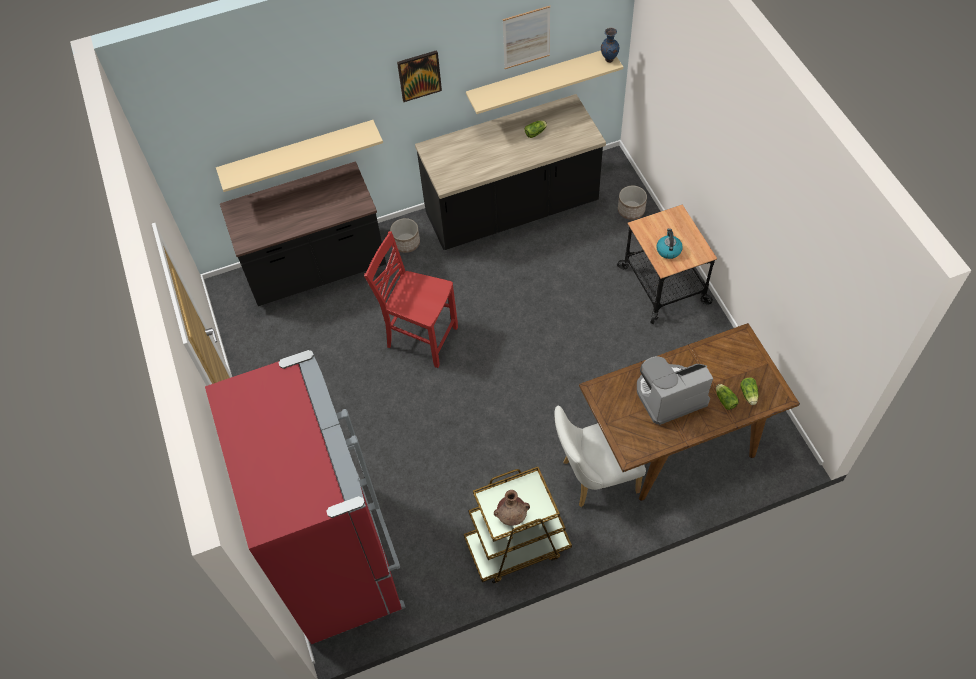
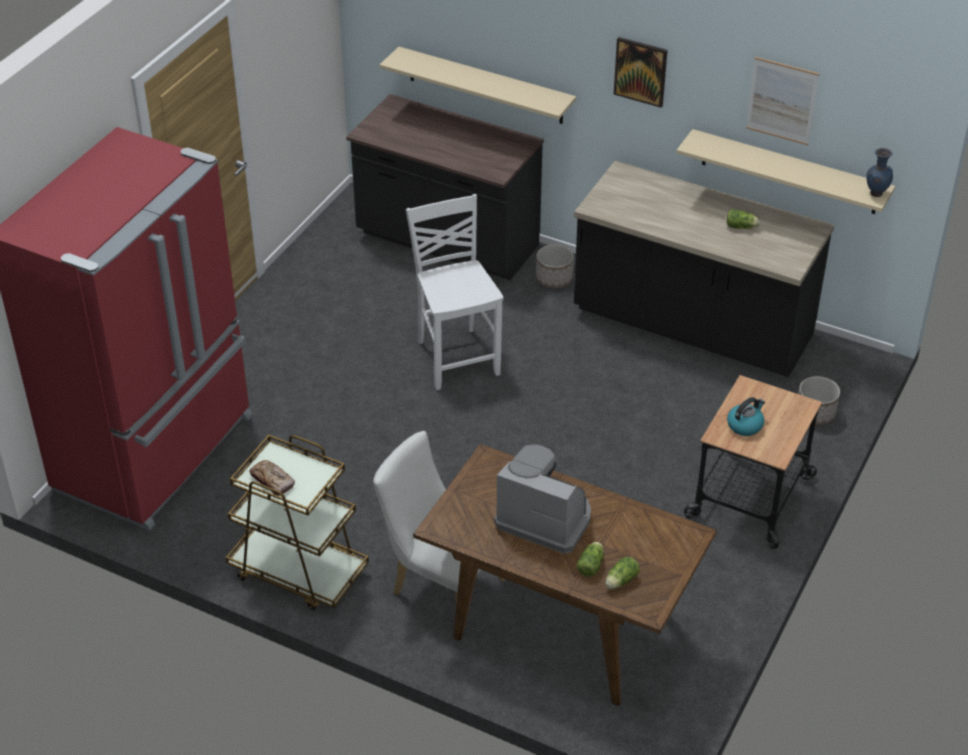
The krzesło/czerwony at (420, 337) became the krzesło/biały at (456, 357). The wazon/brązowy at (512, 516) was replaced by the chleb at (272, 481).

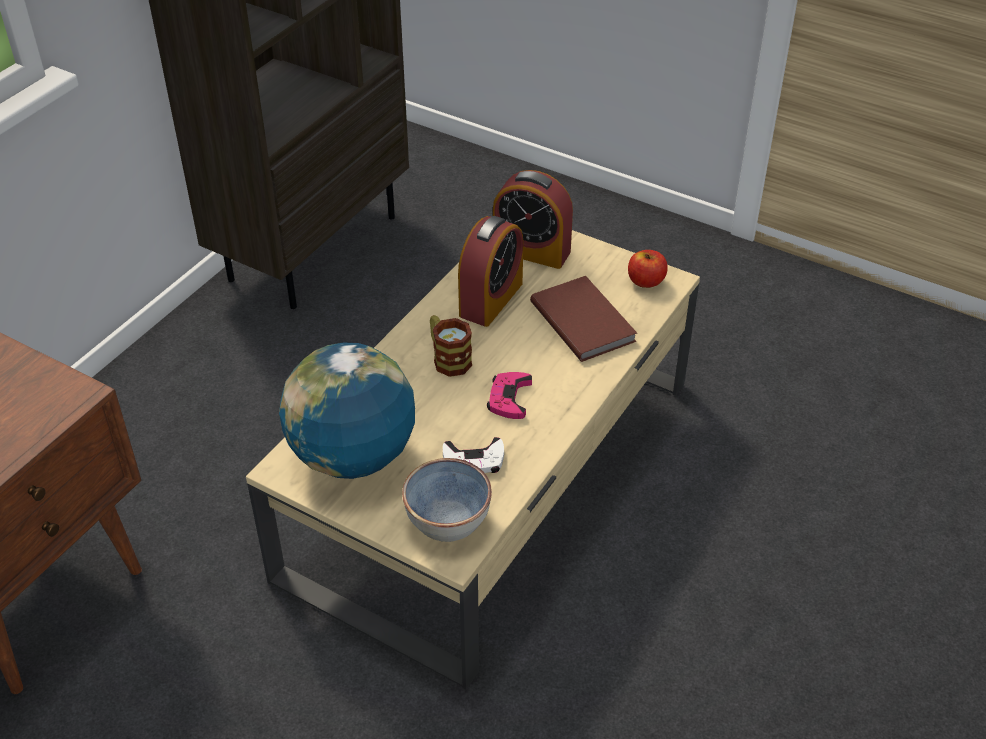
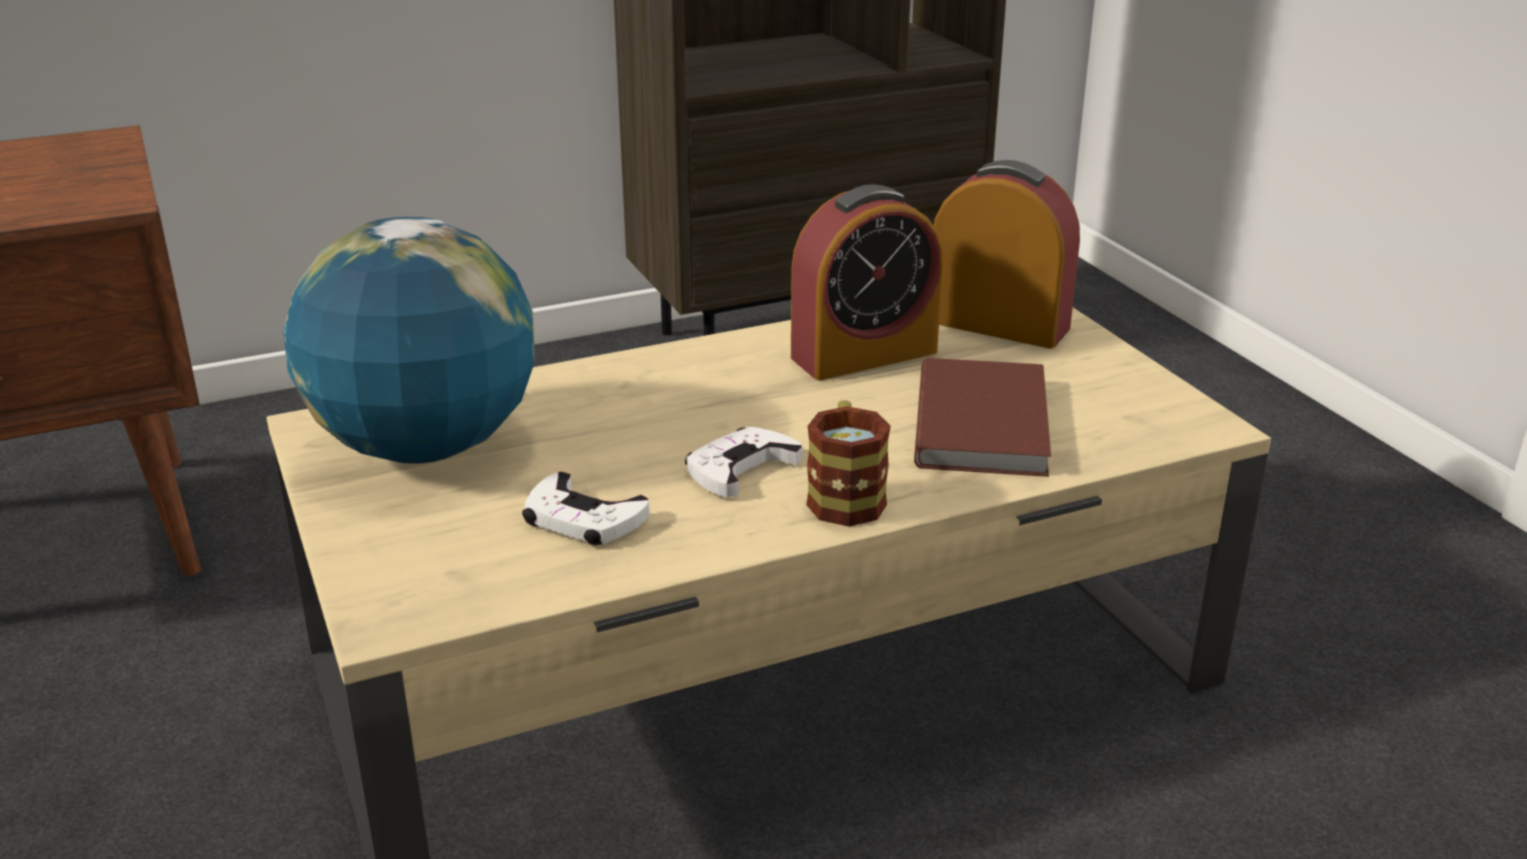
The miska at (447, 521) disappeared. The kubek moved from (448, 358) to (845, 495). The pad do gier/różowy at (509, 398) became the pad do gier/biały at (740, 469). The budzik at (531, 250) turned 150 degrees clockwise. The jabłko at (646, 281) disappeared.

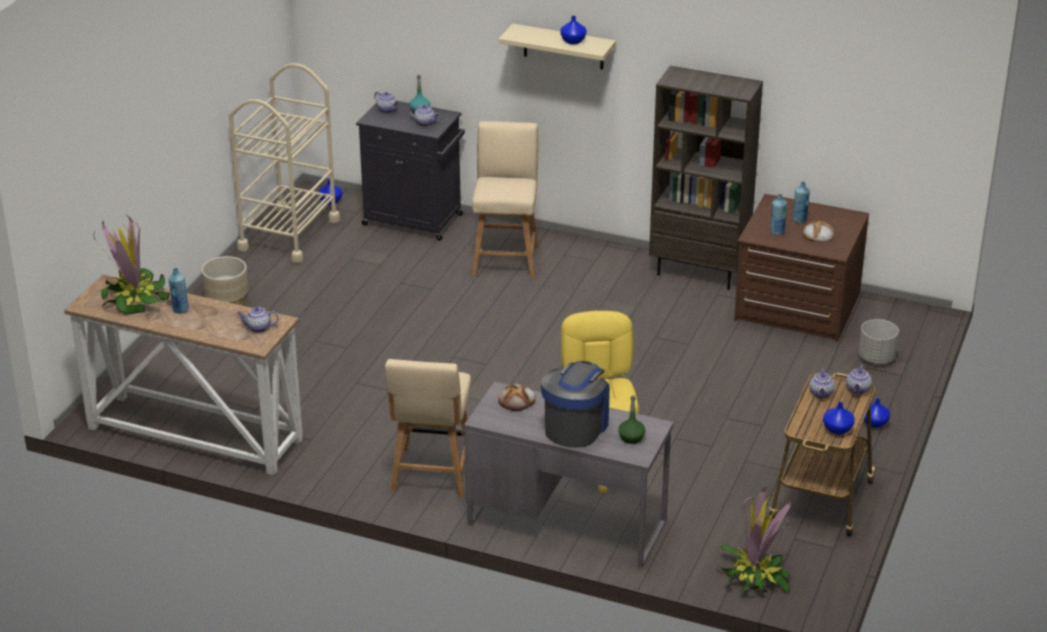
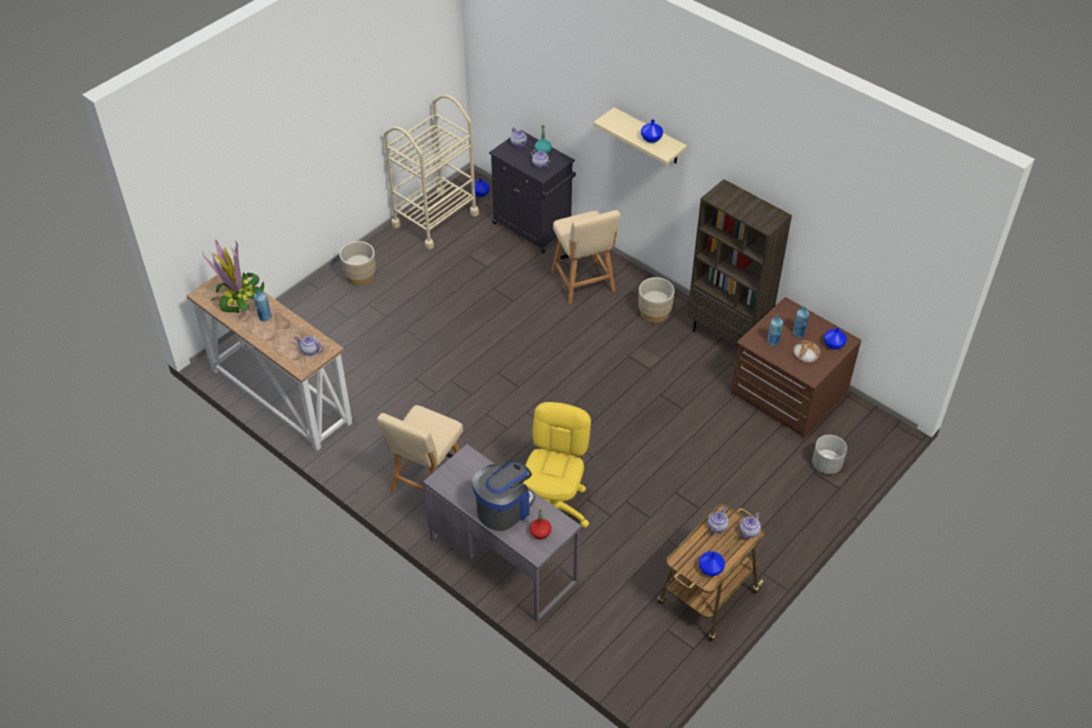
The krzesło/beżowy at (506, 258) turned 135 degrees clockwise. The chleb at (517, 400) disappeared. The butelka/zielony at (631, 438) became the butelka/czerwony at (540, 532). The roślina doniczkowa at (754, 577) disappeared. The wazon/niebieski moved from (875, 423) to (833, 345). The donica/beżowy at (654, 313) appeared.

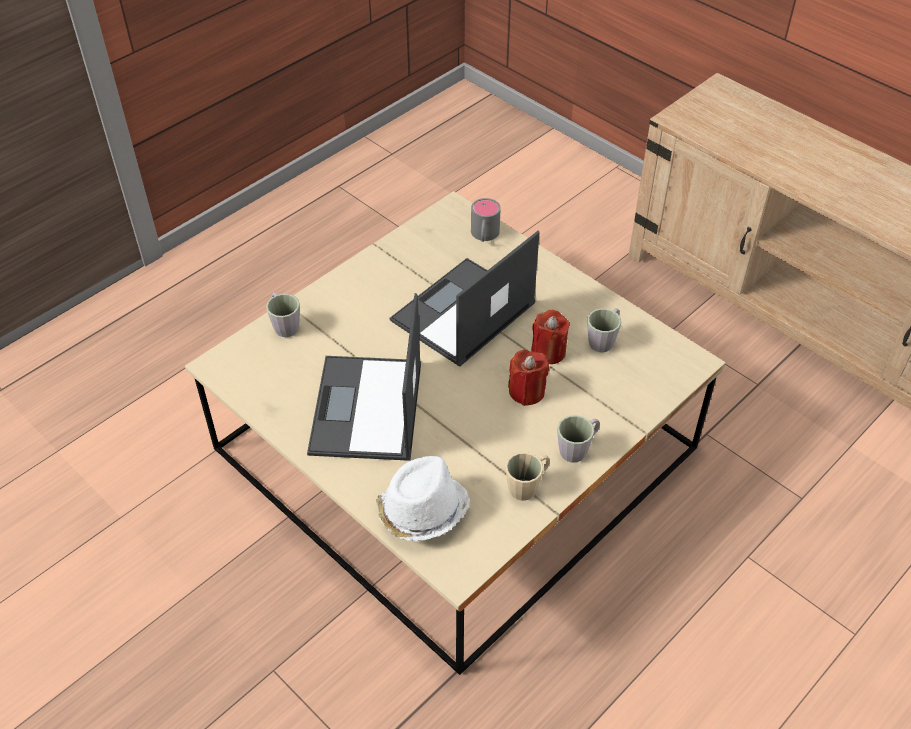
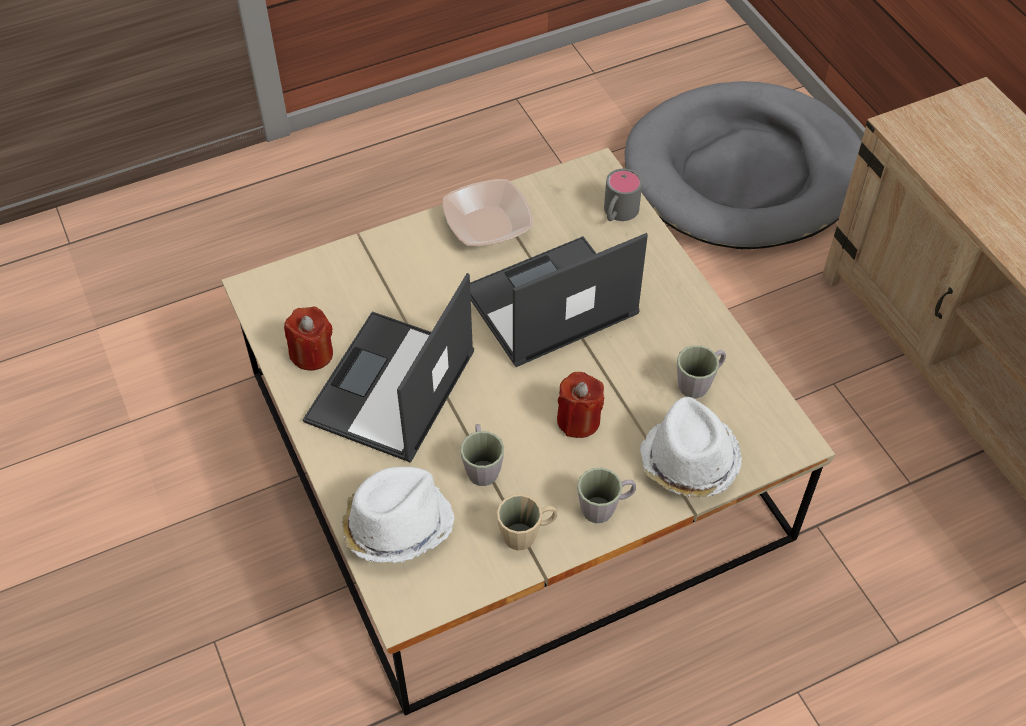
The kubek/szary moved from (284, 324) to (482, 466). The świeca/czerwony moved from (548, 352) to (312, 354). The miska at (488, 225) appeared. The legowisko/szary at (744, 173) appeared. The kapelusz/biały at (688, 461) appeared.

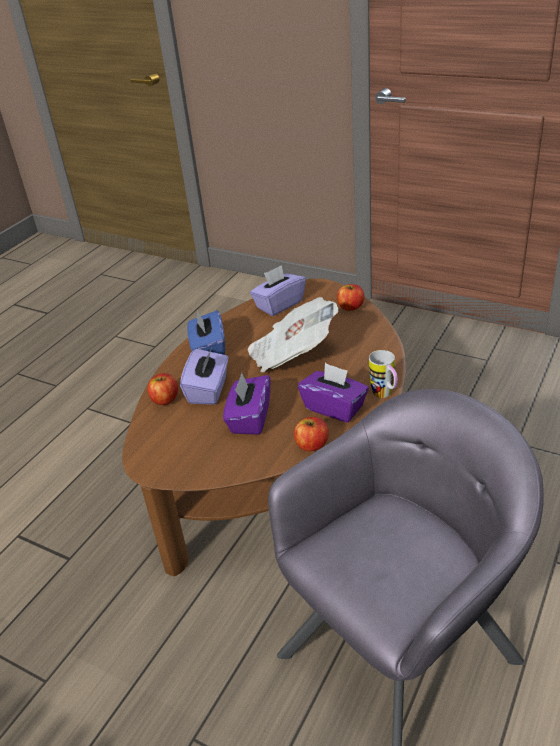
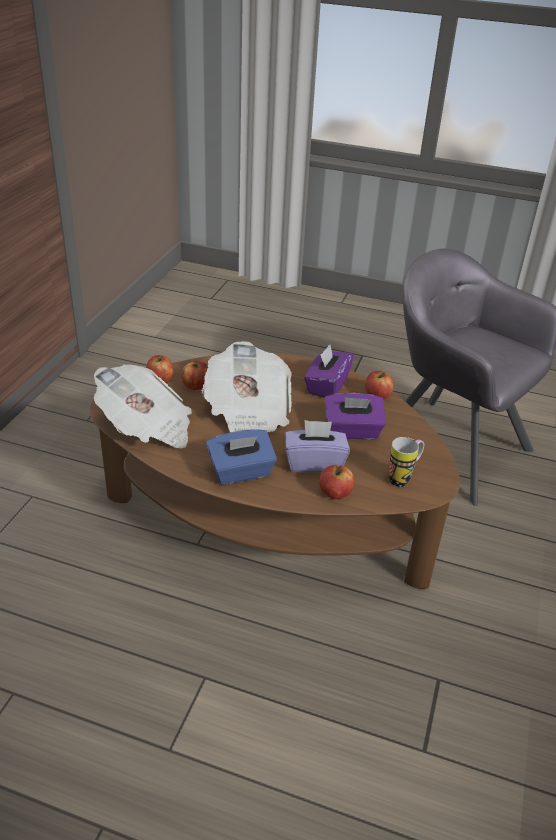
The pudełko chusteczek/fioletowy at (279, 304) was replaced by the gazeta at (147, 427). The kubek moved from (385, 396) to (403, 478). The jabłko at (196, 385) appeared.

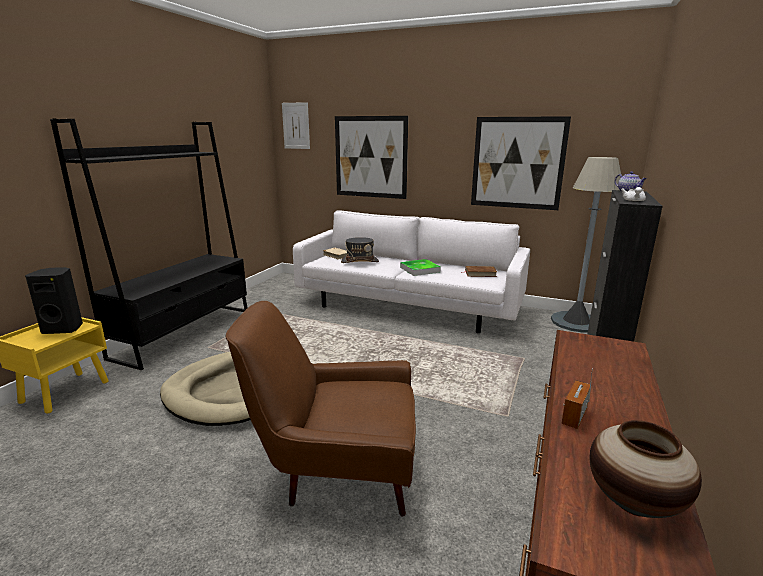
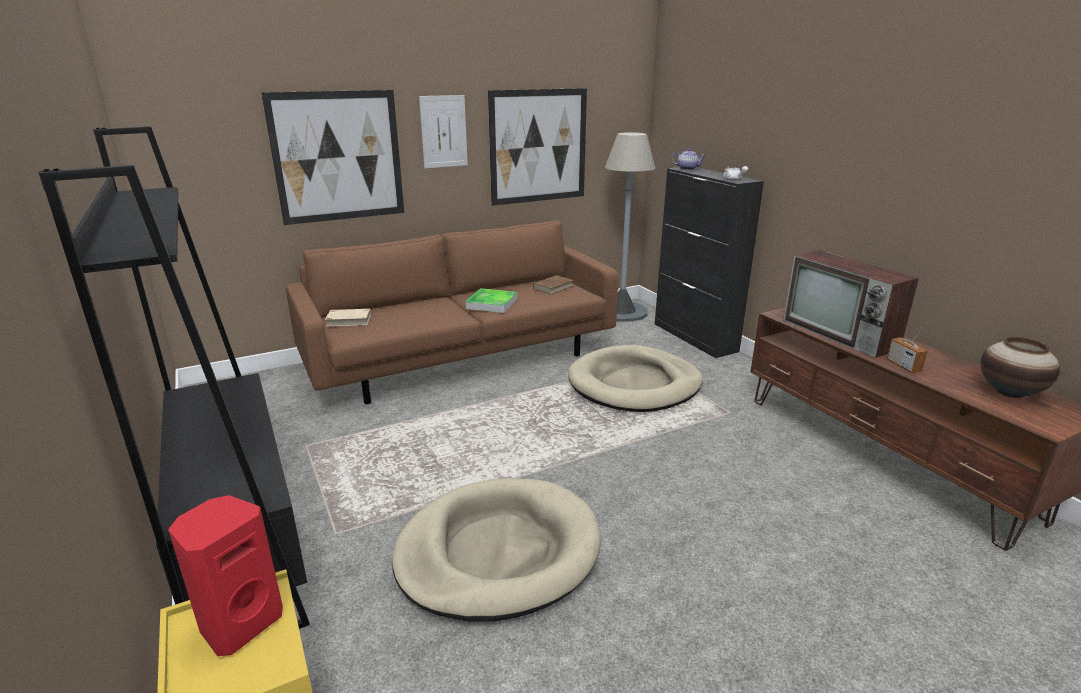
The głośnik/czarny at (64, 329) became the głośnik/czerwony at (240, 623). The fotel/brązowy at (337, 472) disappeared. The obraz moved from (296, 126) to (443, 131). The kanapa/biały at (408, 306) became the kanapa/brązowy at (462, 358). The kapelusz/szary at (360, 261) disappeared. The legowisko/beżowy at (634, 384) appeared. The telewizor at (841, 334) appeared.

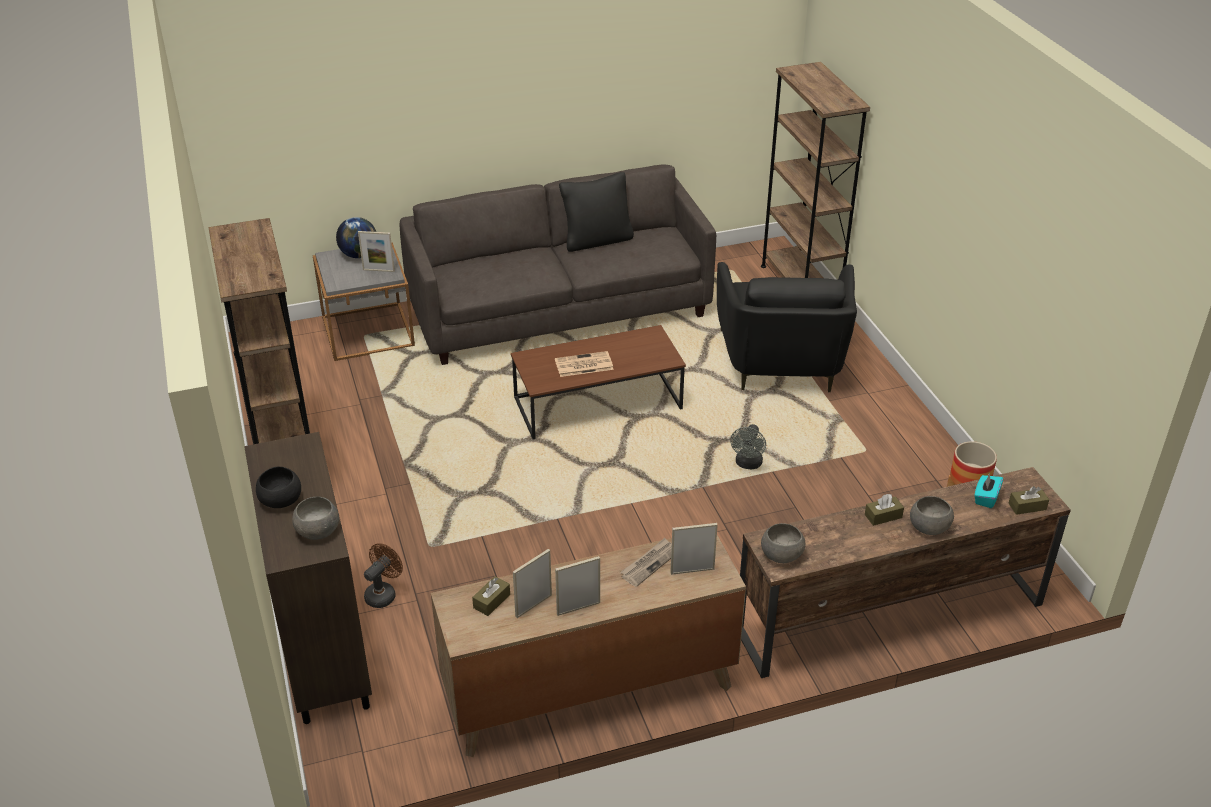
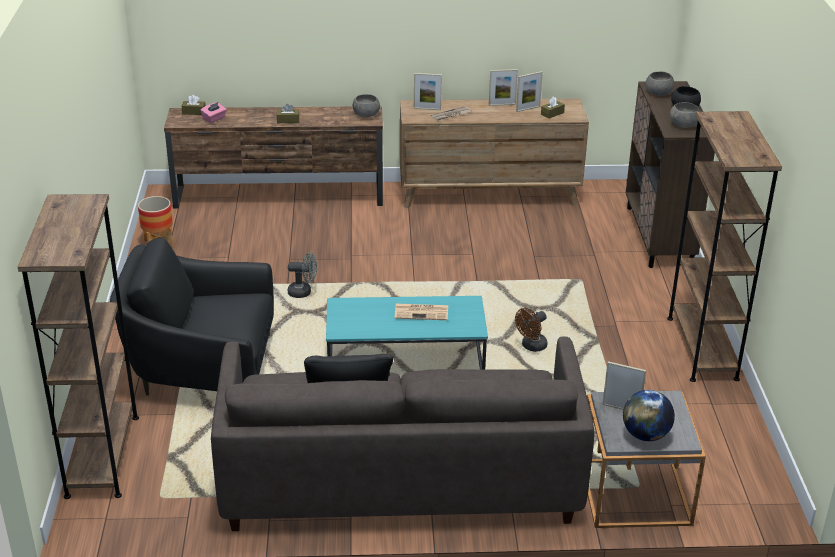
The wentylator/brązowy moved from (383, 593) to (531, 346). The ława/brązowy at (597, 404) became the ława/turkusowy at (405, 362). The fotel/czarny at (782, 364) turned 105 degrees counterclockwise. The wentylator/szary at (748, 464) turned 60 degrees clockwise. The miska/szary moved from (929, 526) to (684, 125). The pudełko chusteczek/turkusowy at (986, 498) became the pudełko chusteczek/różowy at (214, 119).

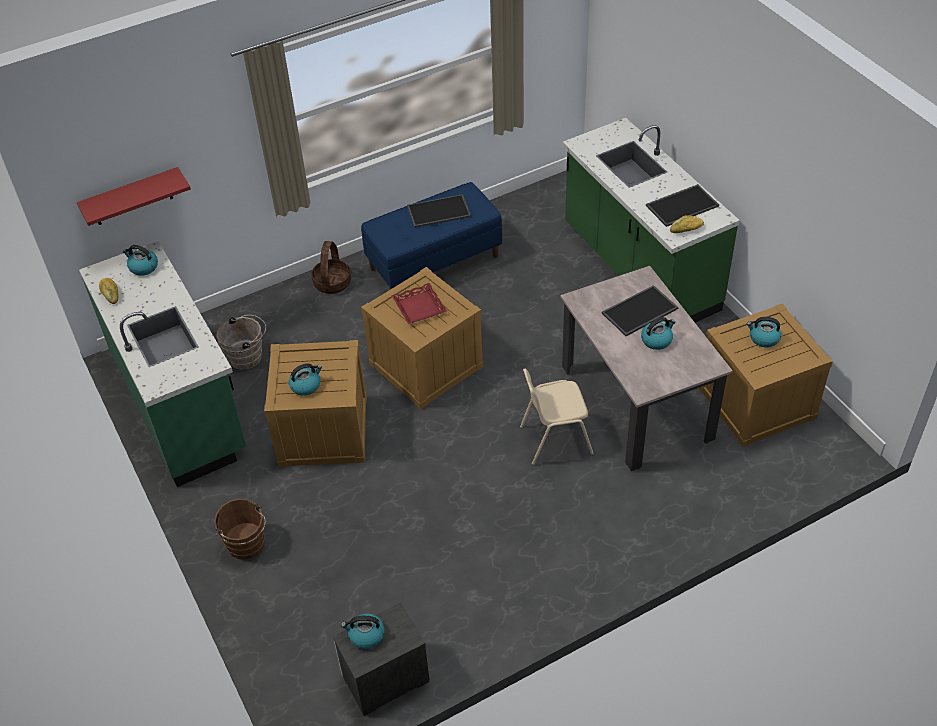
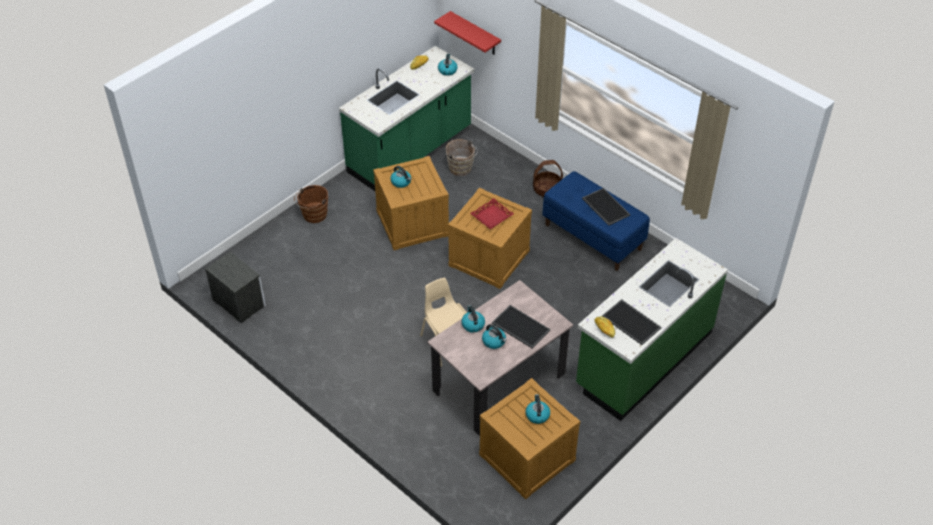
The czajnik moved from (366, 635) to (472, 324).

